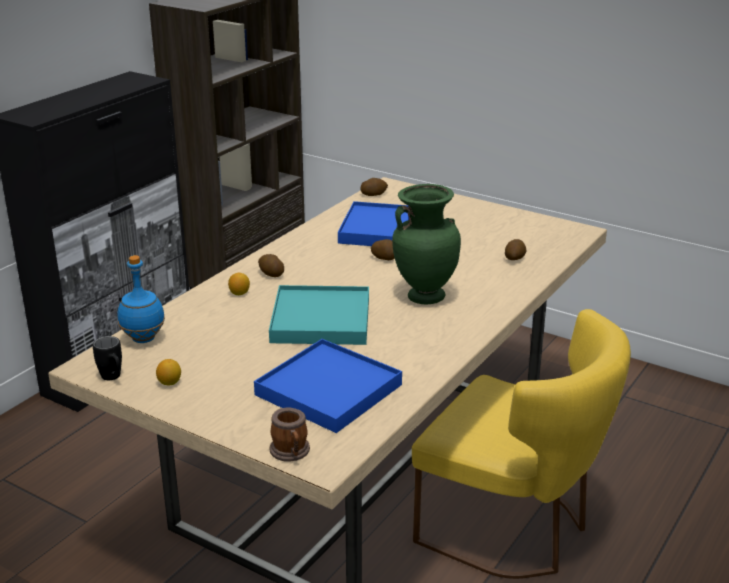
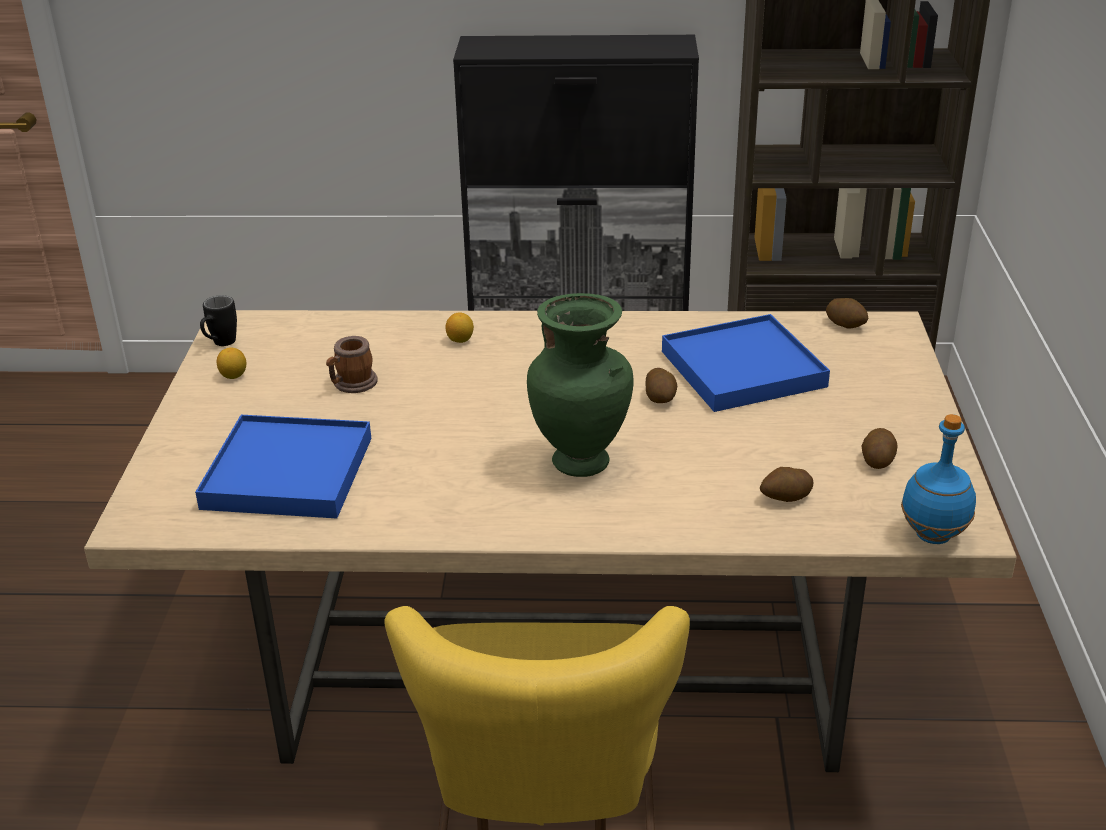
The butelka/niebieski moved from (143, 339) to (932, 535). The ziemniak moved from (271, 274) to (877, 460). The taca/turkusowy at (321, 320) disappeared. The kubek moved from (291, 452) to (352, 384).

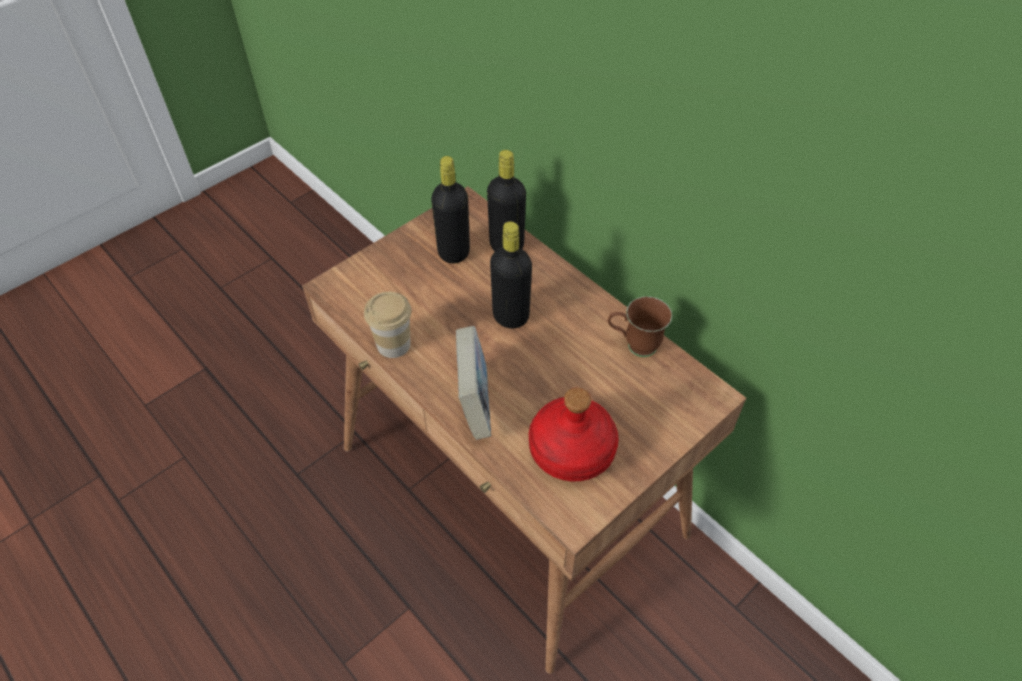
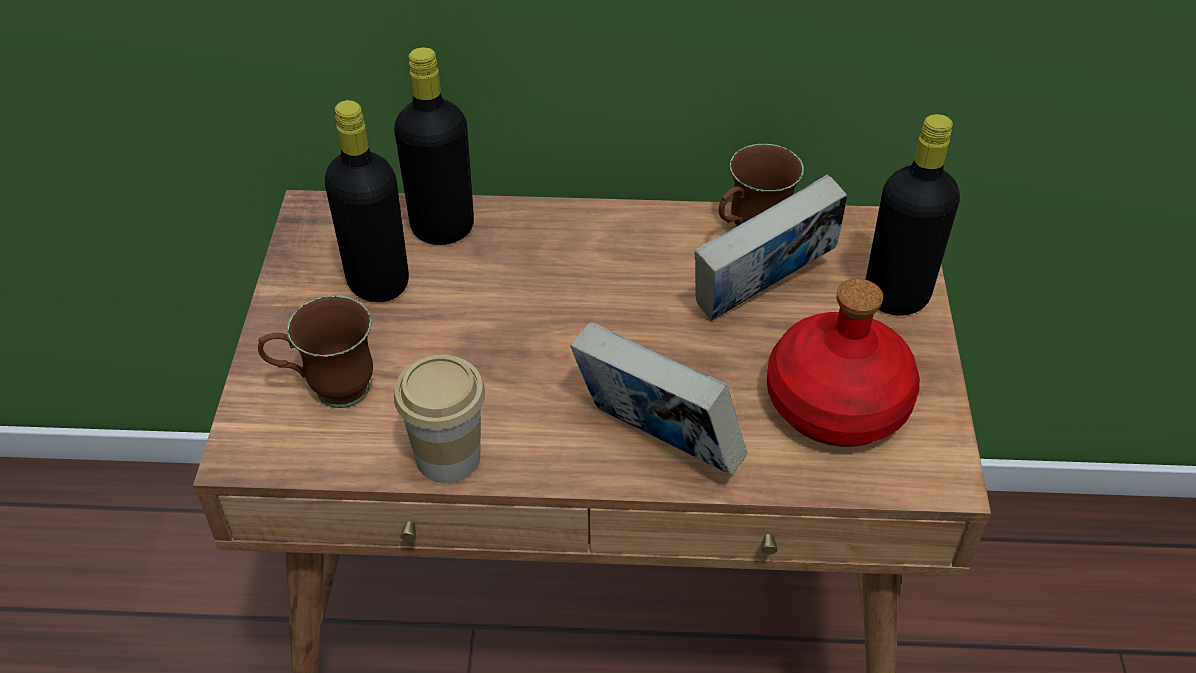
The butelka/czarny moved from (511, 316) to (896, 297). The kubek/brązowy at (328, 391) appeared. The książka at (762, 295) appeared.

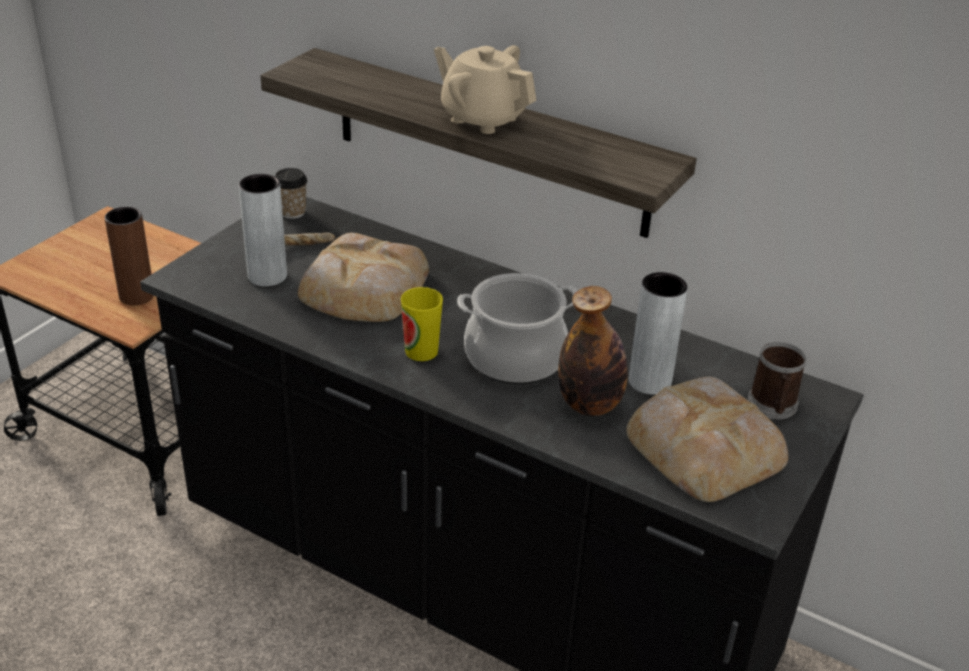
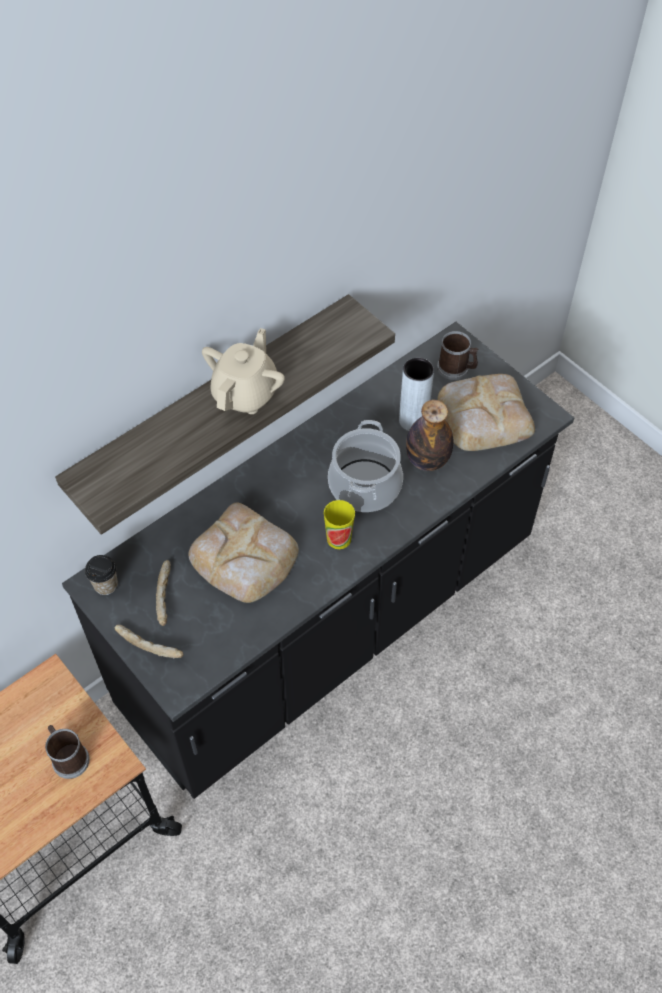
The wazon/brązowy at (136, 296) was replaced by the kubek at (68, 757). The wazon/szary at (267, 276) disappeared. The imbryk/beżowy at (483, 118) turned 150 degrees clockwise. The chleb at (149, 644) appeared.

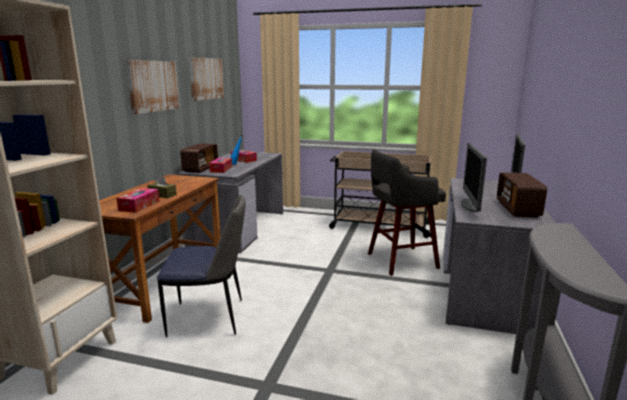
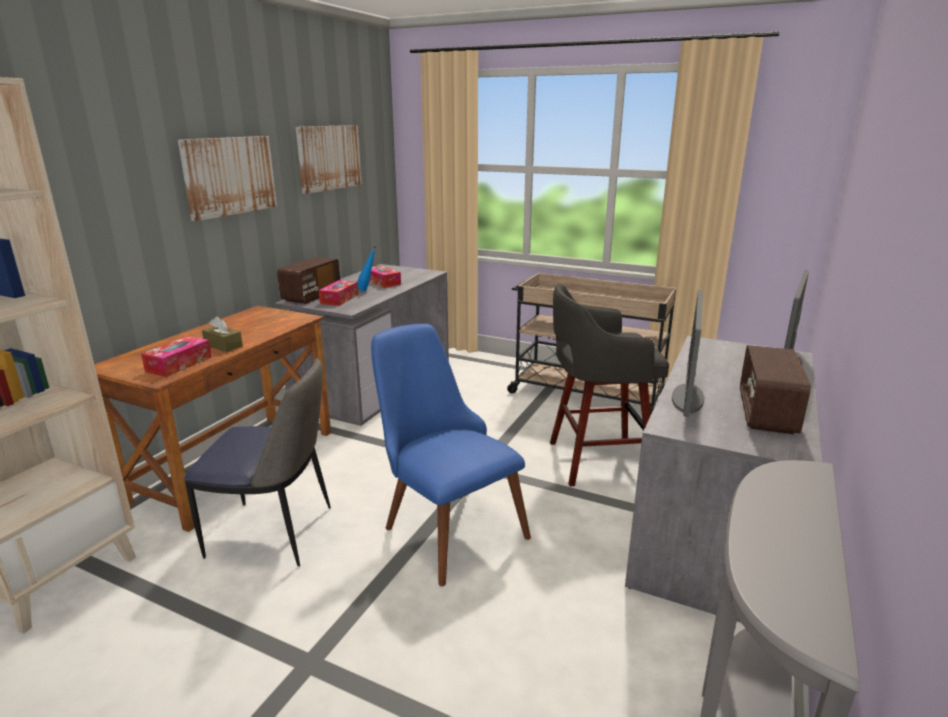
The krzesło/niebieski at (444, 524) appeared.

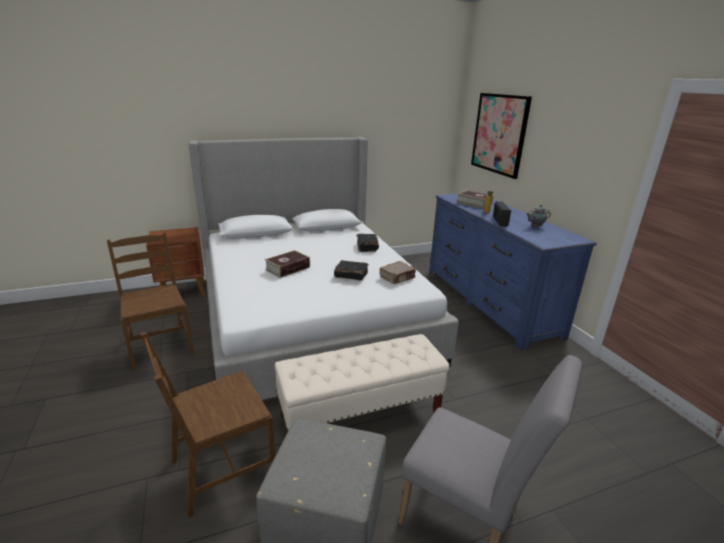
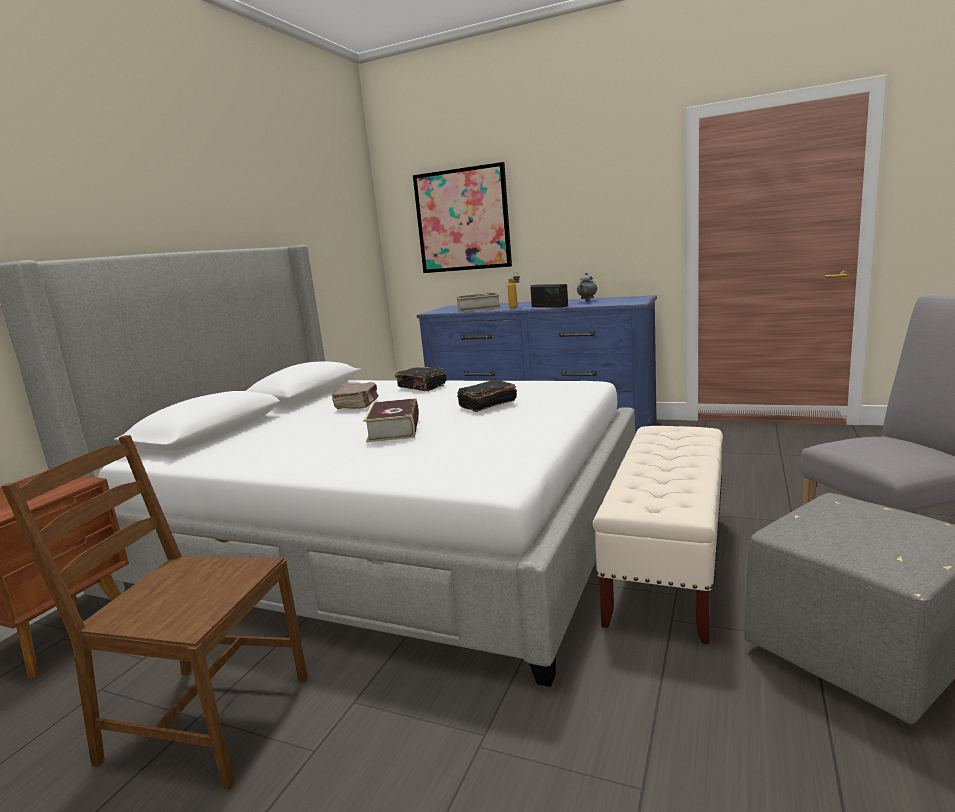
The krzesło/brązowy at (222, 469) disappeared. The książka/brązowy moved from (397, 278) to (357, 405).

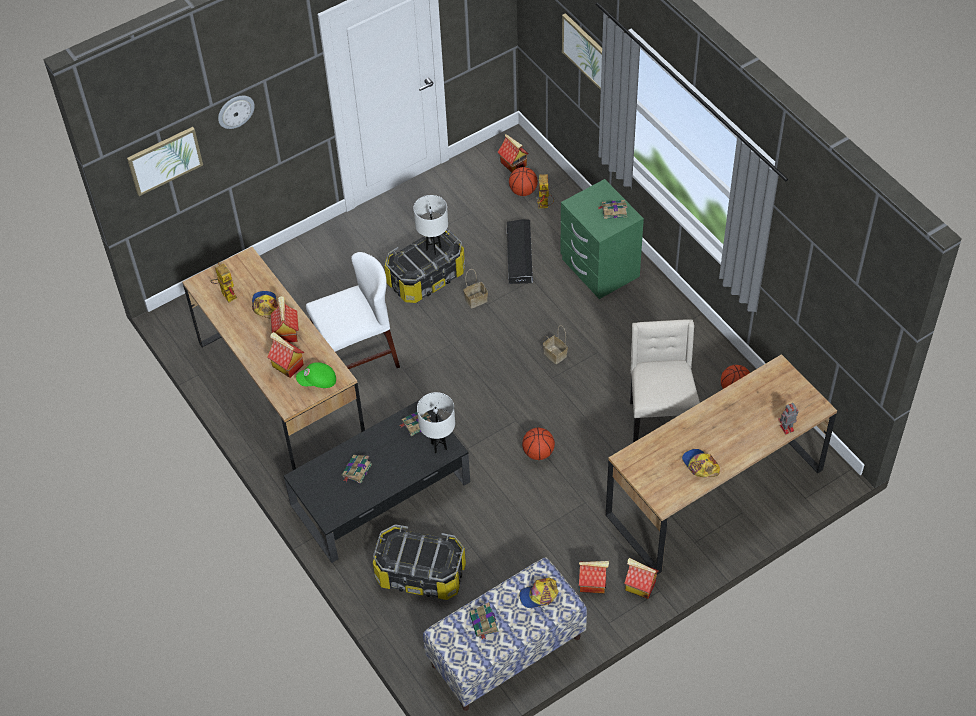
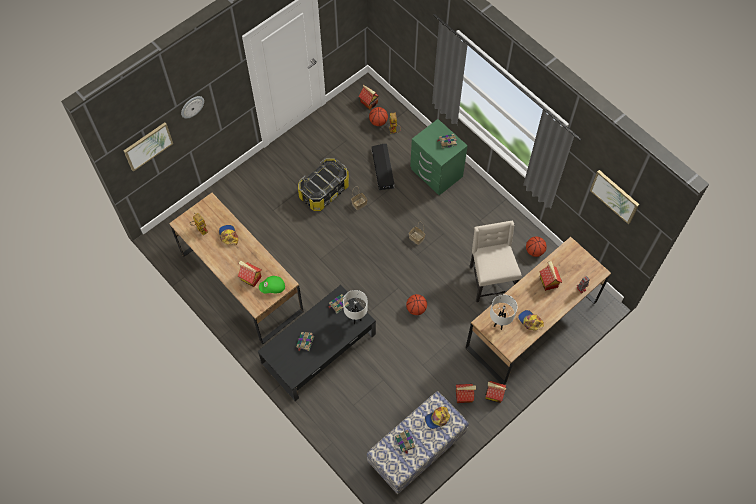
The domek moved from (286, 333) to (548, 281). The krzesło/biały at (358, 358) disappeared. The pojemnik do przechowywania at (420, 574) disappeared. The lampa stołowa/biały moved from (433, 248) to (499, 324). The obraz moved from (585, 51) to (614, 196).

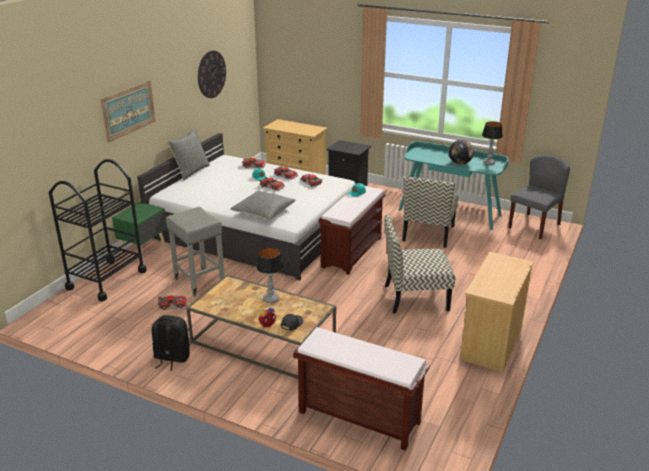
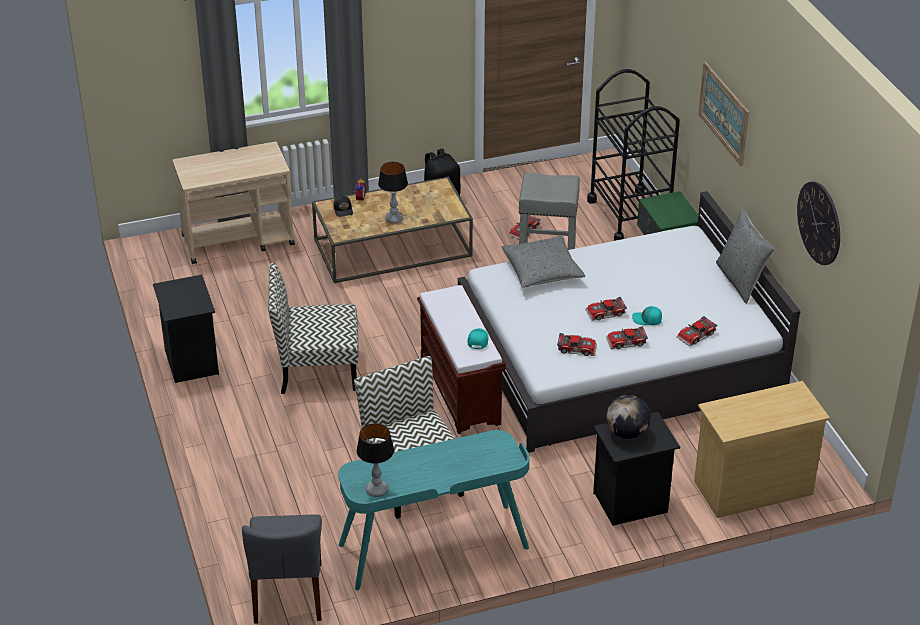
The ławka/brązowy at (357, 417) was replaced by the wózek/beżowy at (239, 240). The krzesło at (415, 298) turned 135 degrees counterclockwise. The globus moved from (460, 163) to (627, 433). The komoda/beżowy at (491, 343) was replaced by the szafka nocna/czarny at (190, 362).

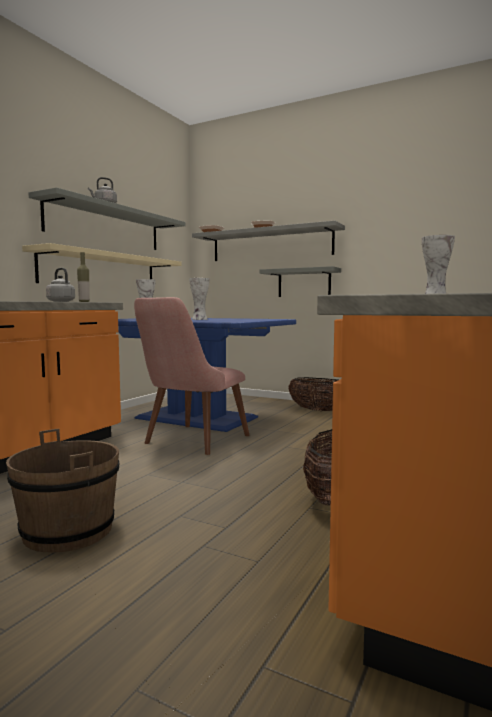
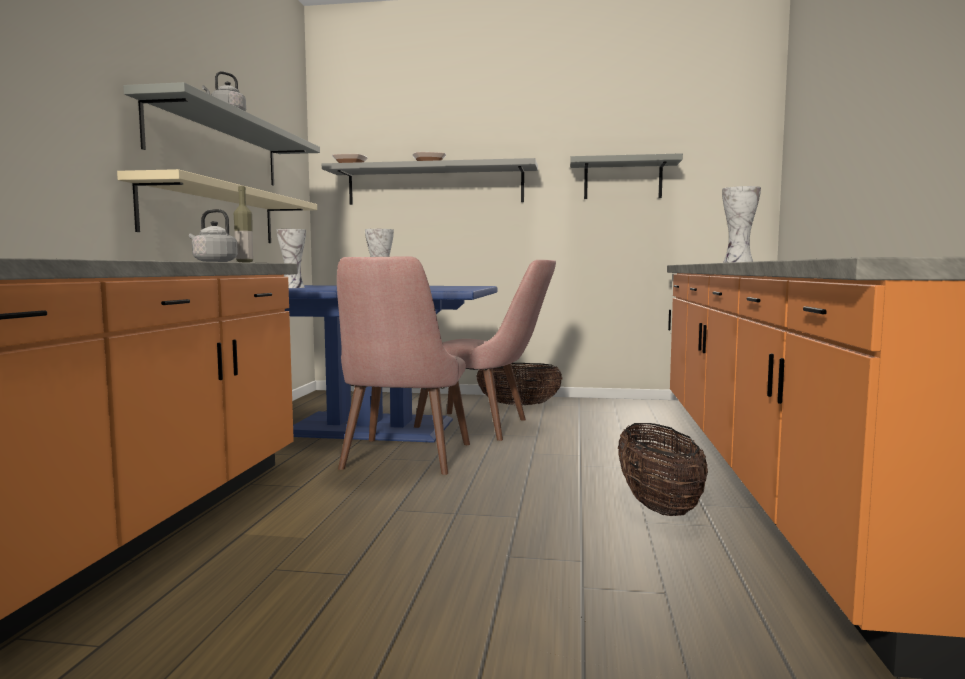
The wiadro/brązowy at (67, 531) disappeared. The półka/szary moved from (304, 283) to (622, 179). The krzesło/różowy at (487, 427) appeared.

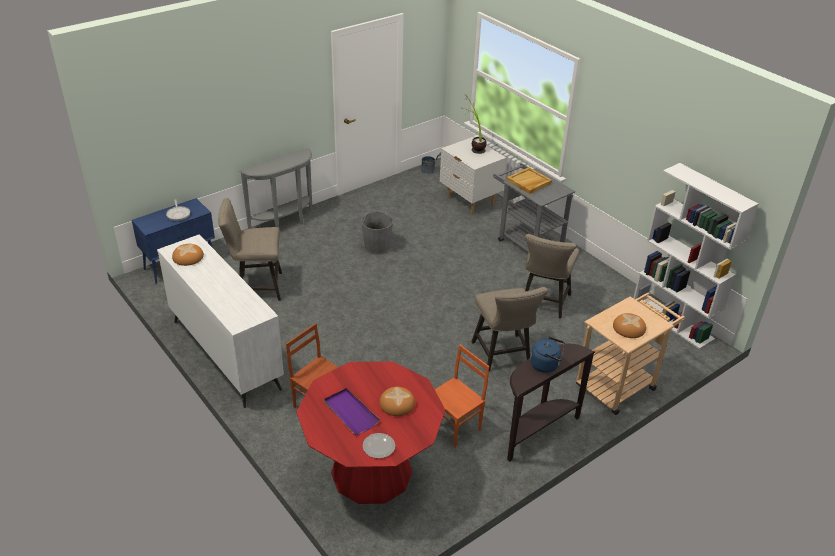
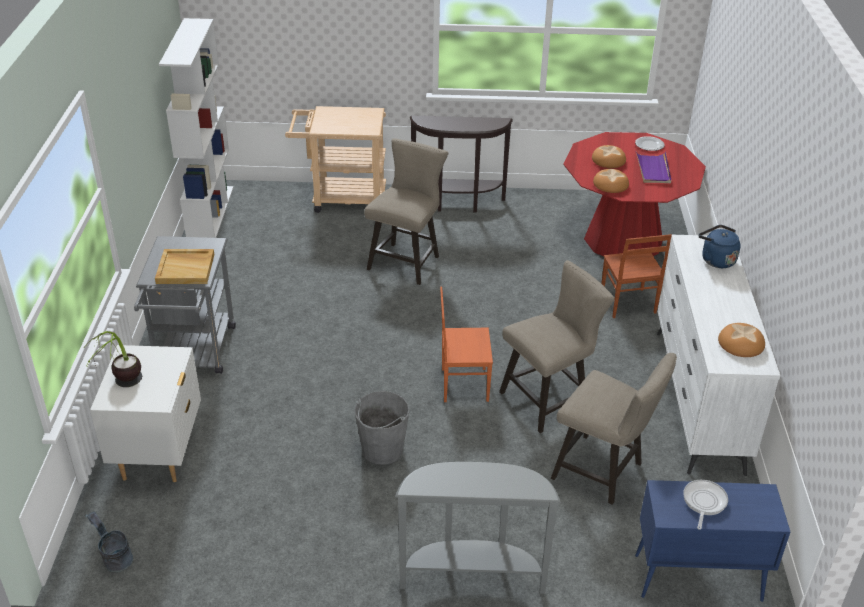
The krzesło/pomarańczowy moved from (455, 427) to (463, 384). The stołek/beżowy moved from (543, 304) to (549, 399). The czajnik/niebieski moved from (546, 365) to (716, 260). The chleb moved from (628, 328) to (611, 184).

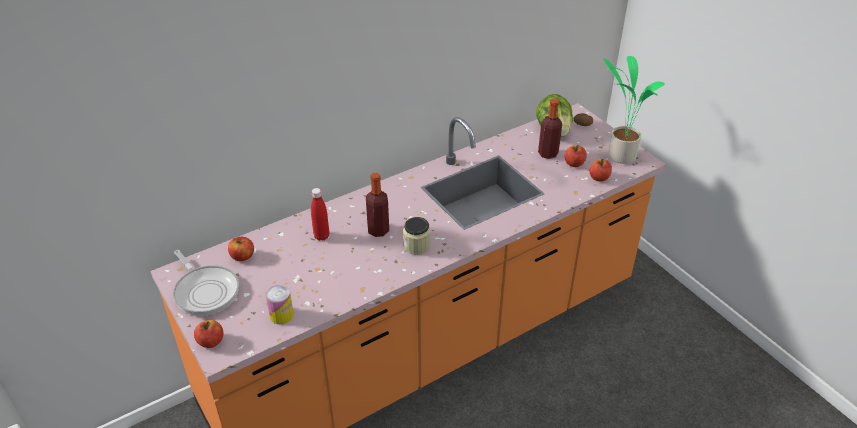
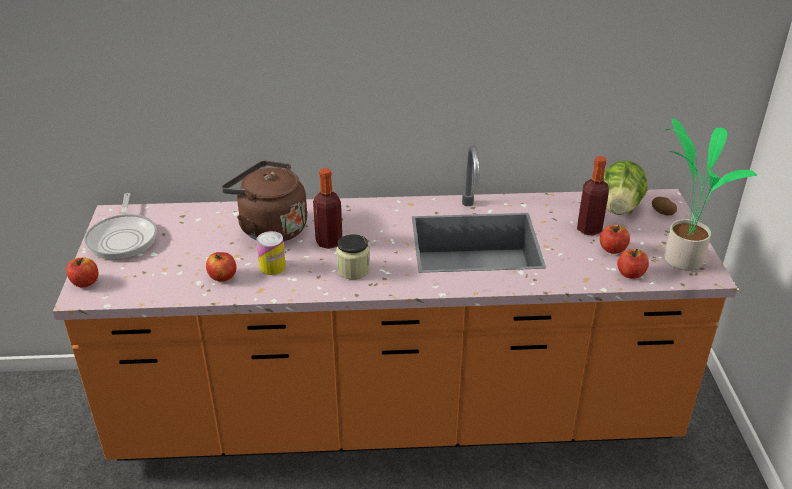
The jabłko moved from (242, 256) to (222, 276). The puszka moved from (281, 315) to (272, 267). The butelka/czerwony at (321, 236) was replaced by the czajnik/brązowy at (270, 228).

